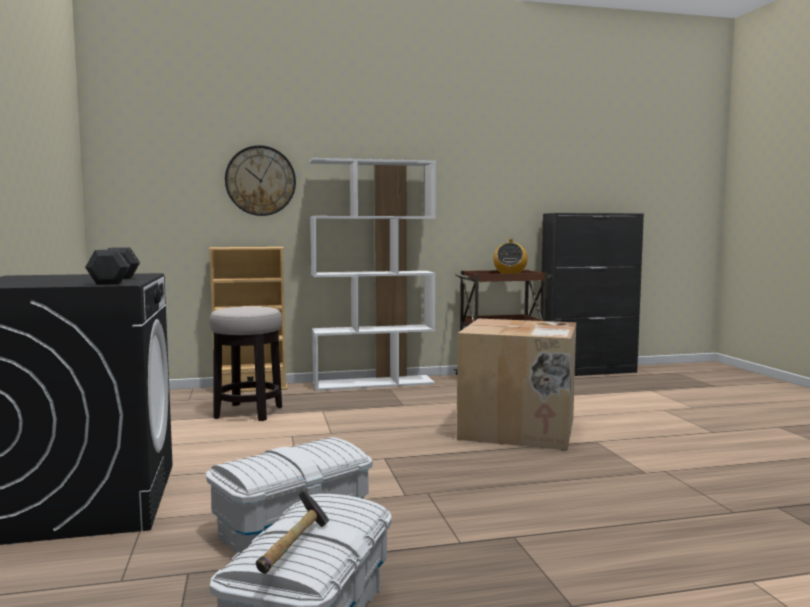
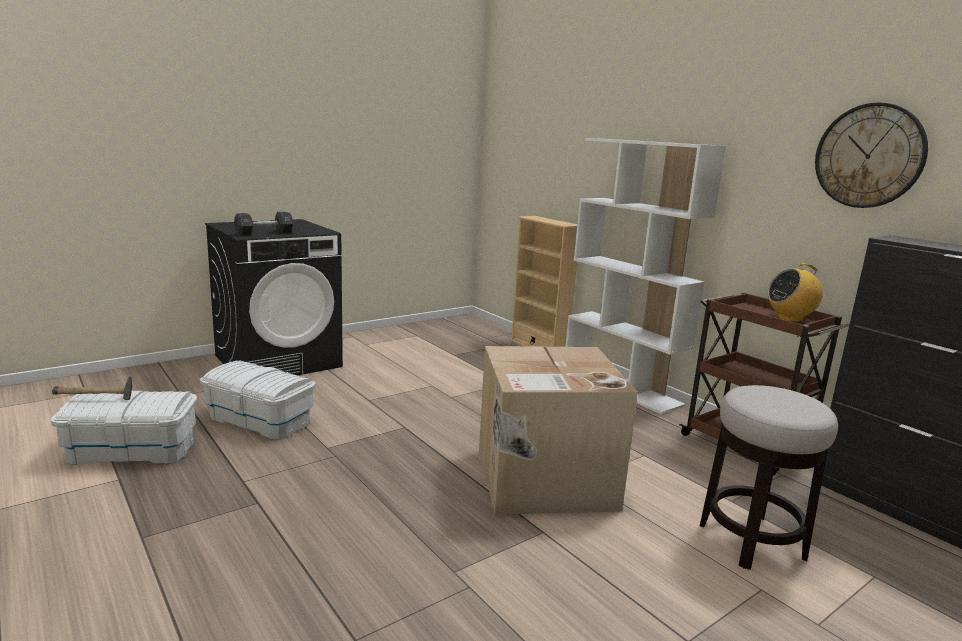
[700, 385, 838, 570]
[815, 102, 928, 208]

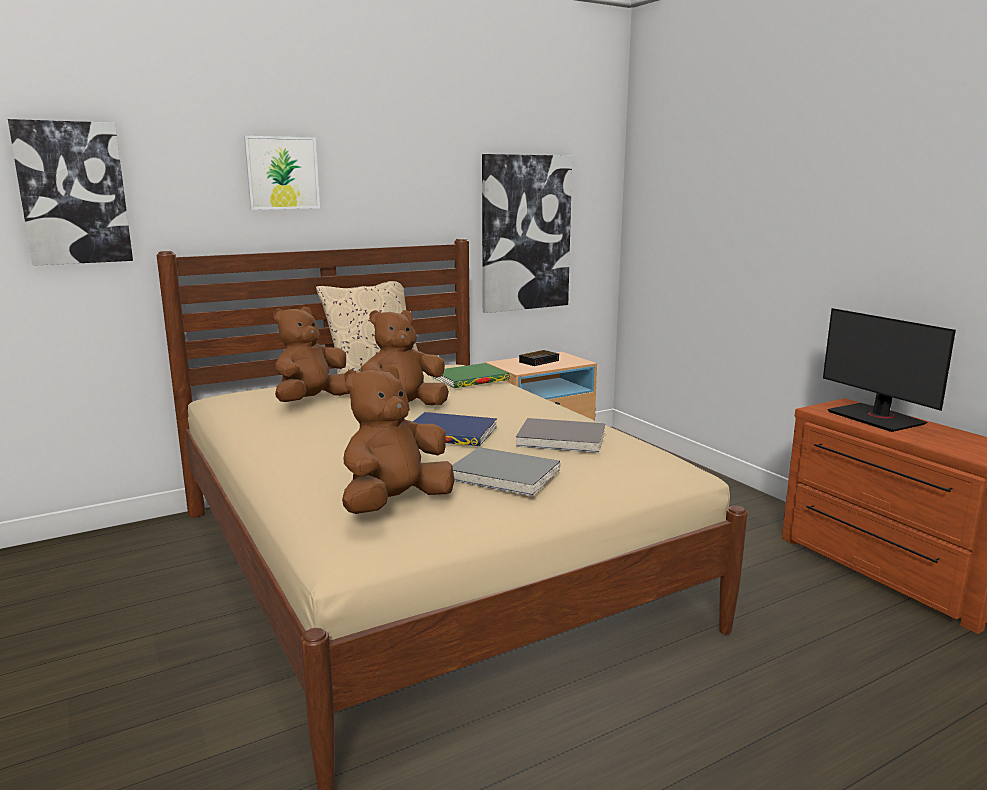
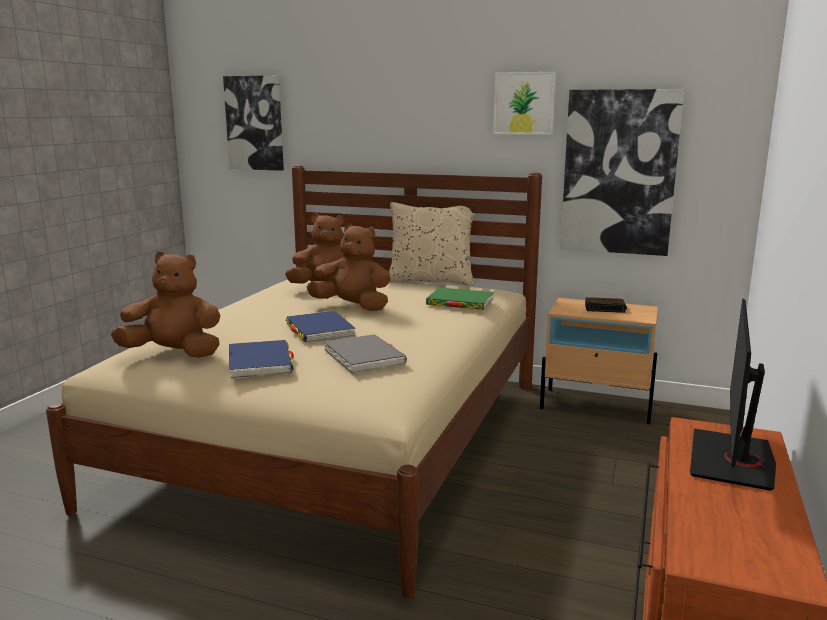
[493, 72, 556, 135]
[229, 340, 294, 379]

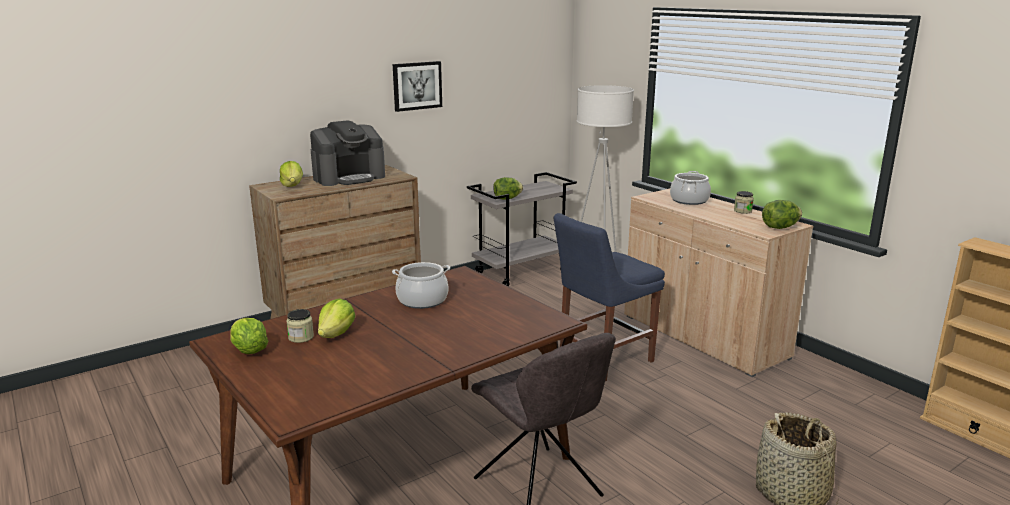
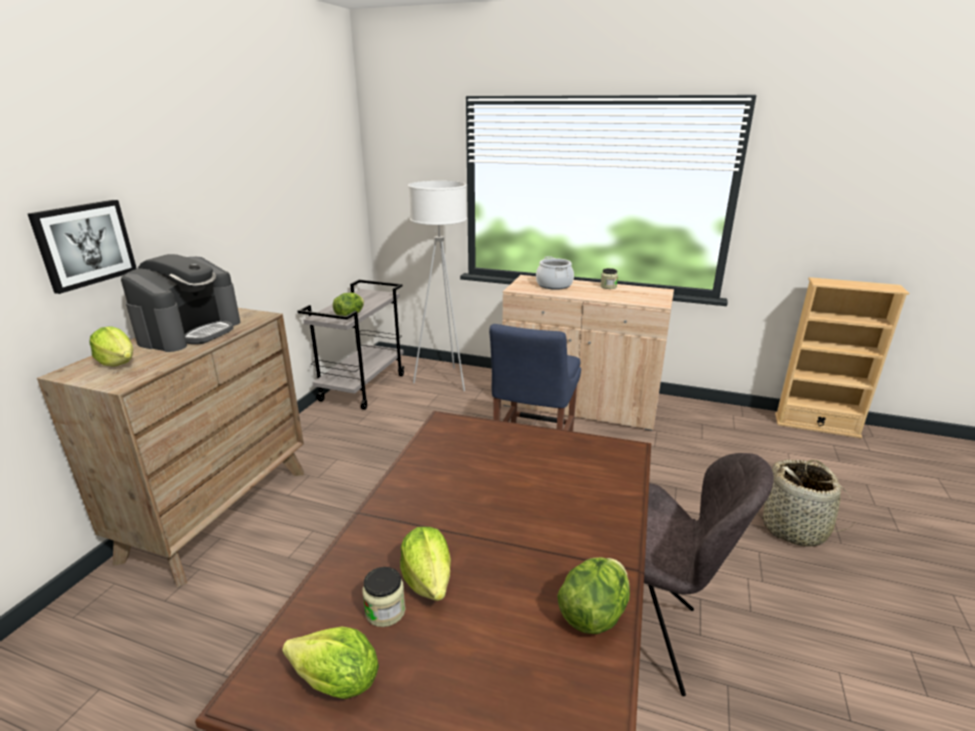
[392, 262, 450, 309] (first image)
[28, 200, 137, 294]
[557, 557, 630, 634]

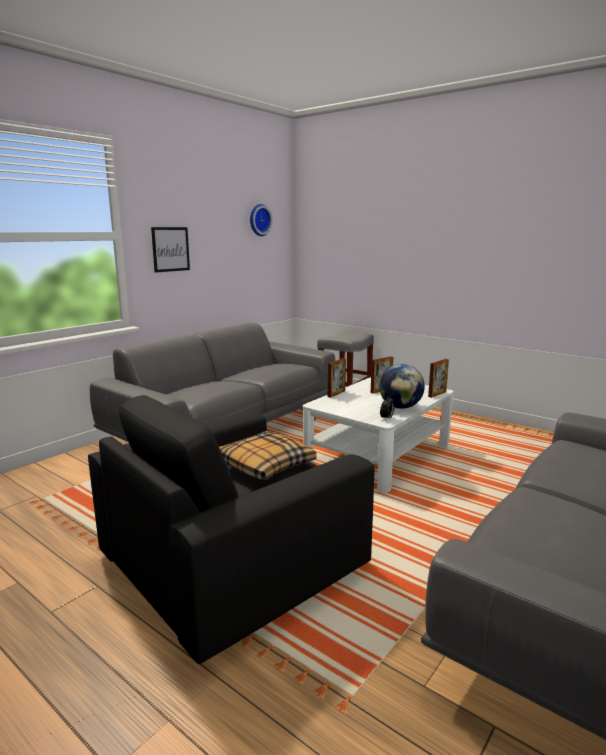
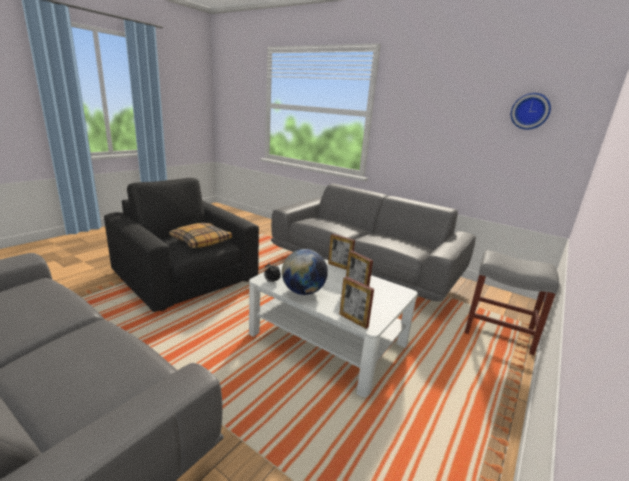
[151, 227, 190, 272] (first image)

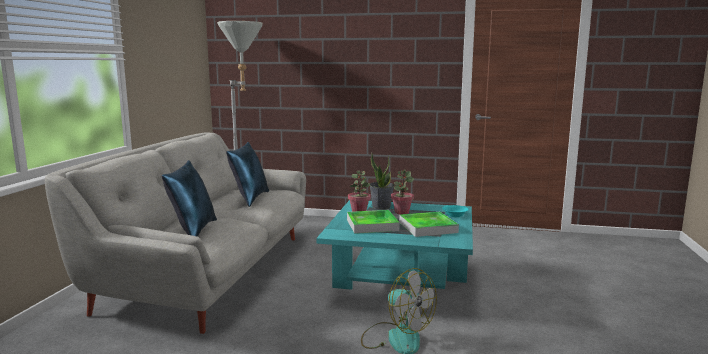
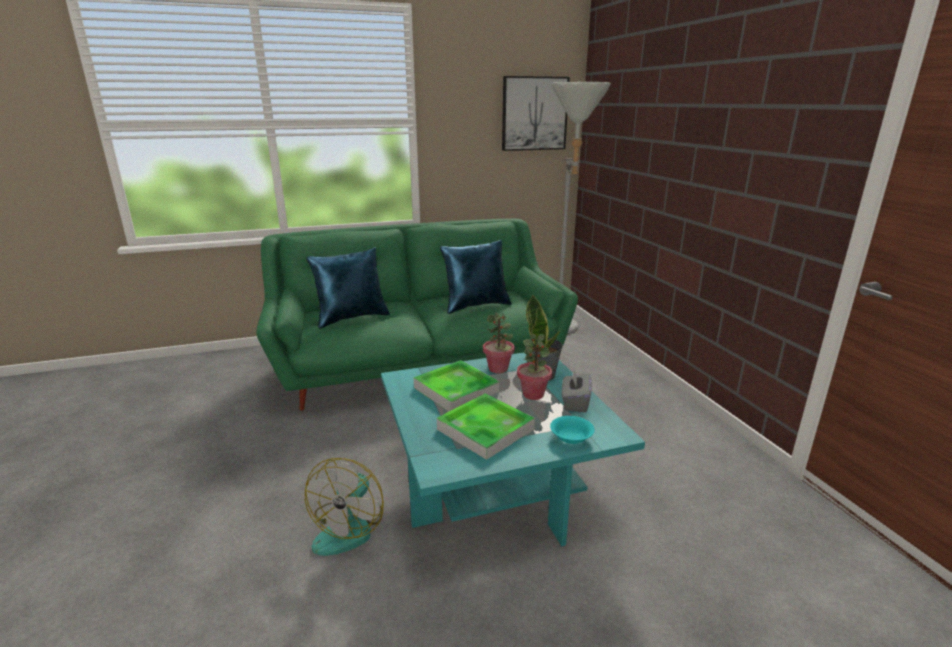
[502, 76, 570, 151]
[562, 369, 592, 412]
[256, 218, 578, 411]

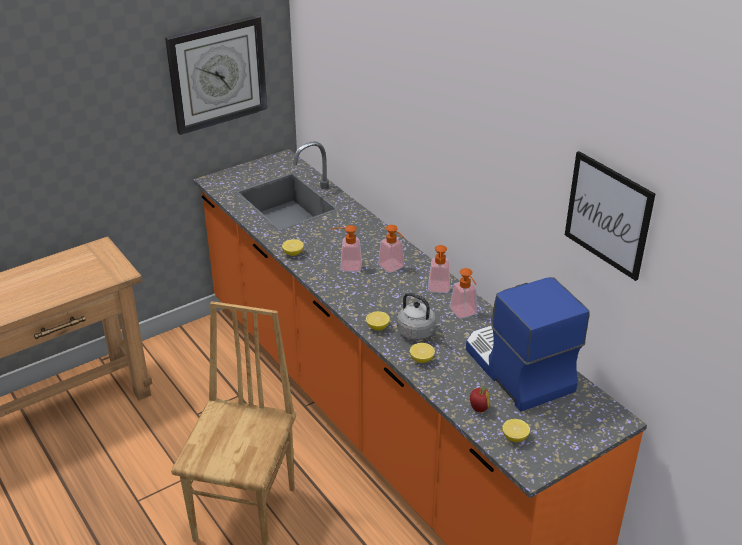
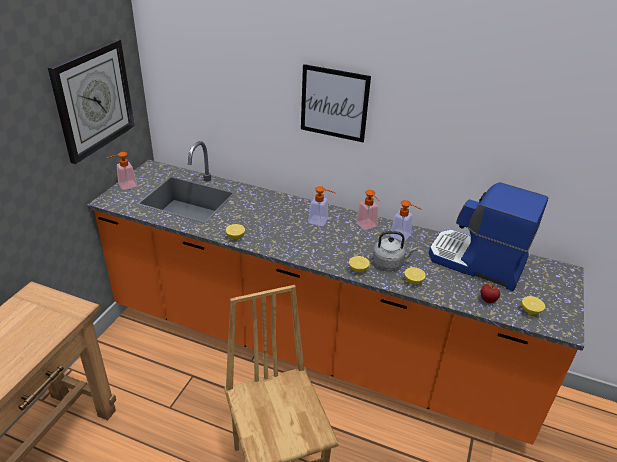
[107, 152, 137, 190]
[301, 64, 371, 142]

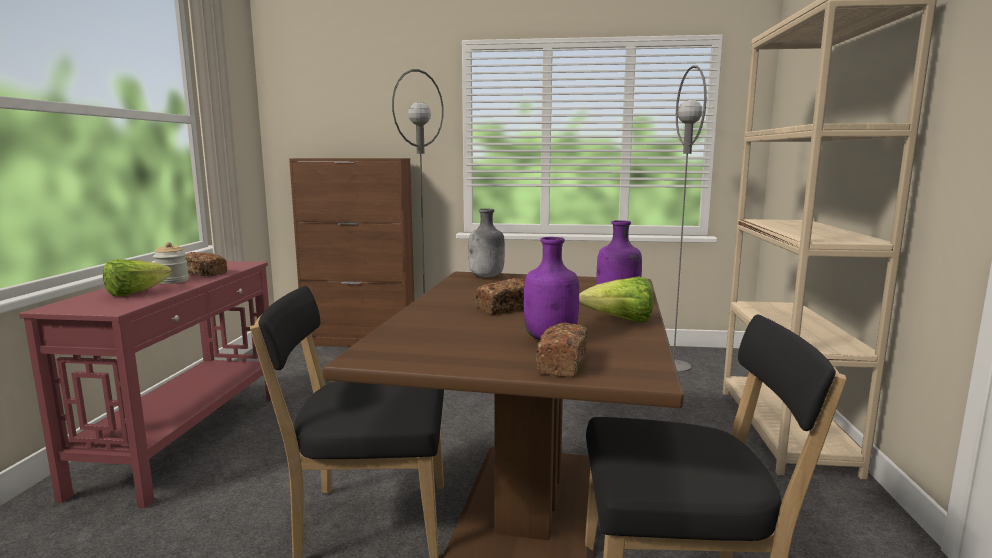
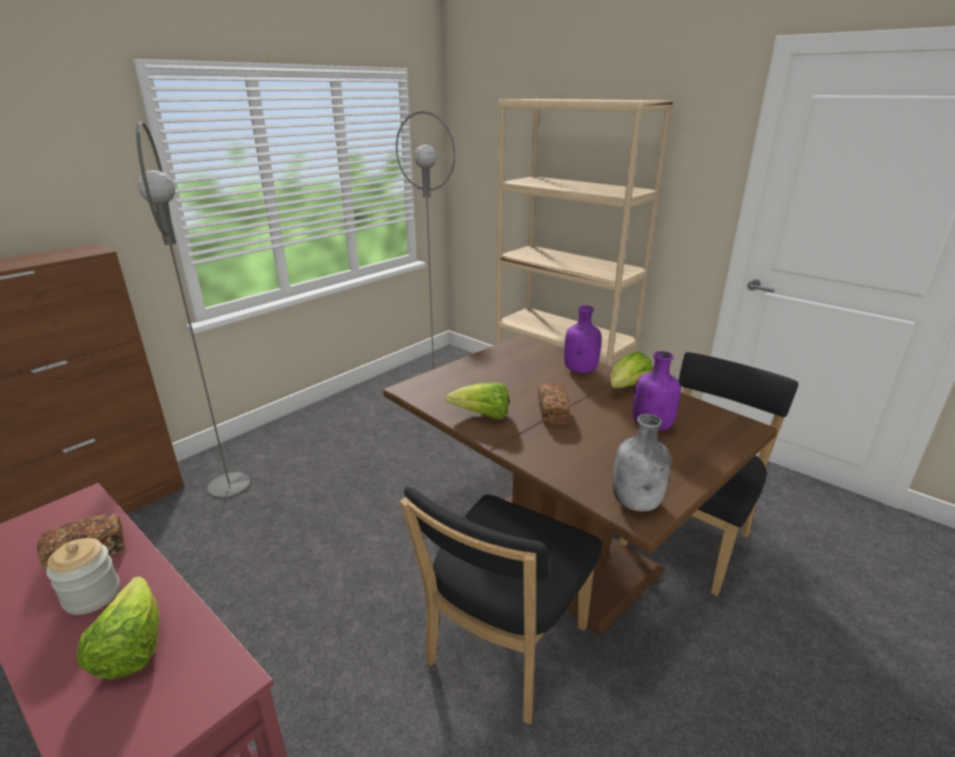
[536, 323, 587, 377] (first image)
[445, 382, 509, 419]
[613, 414, 671, 512]

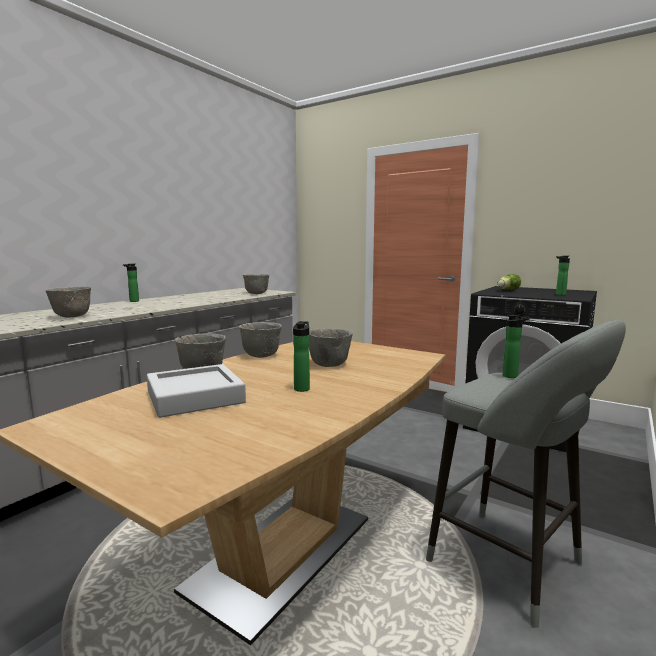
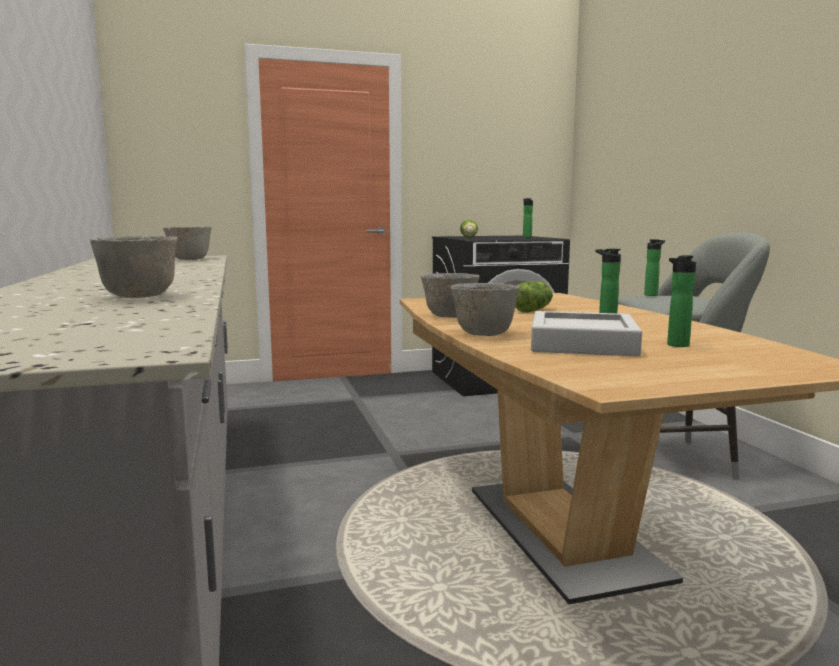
[667, 255, 696, 347]
[515, 281, 553, 313]

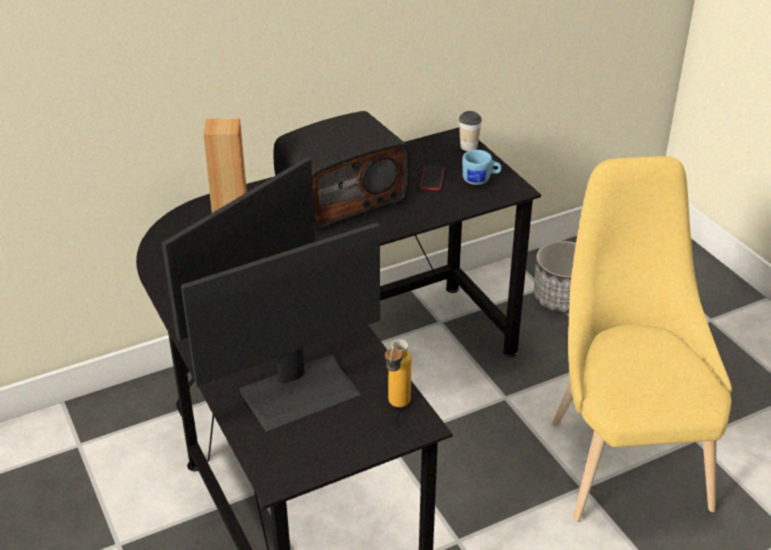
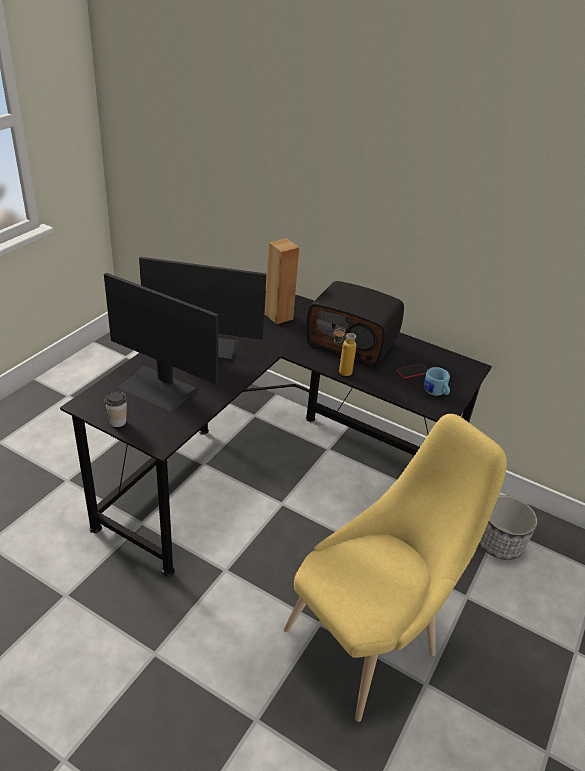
[333, 328, 357, 376]
[105, 391, 127, 427]

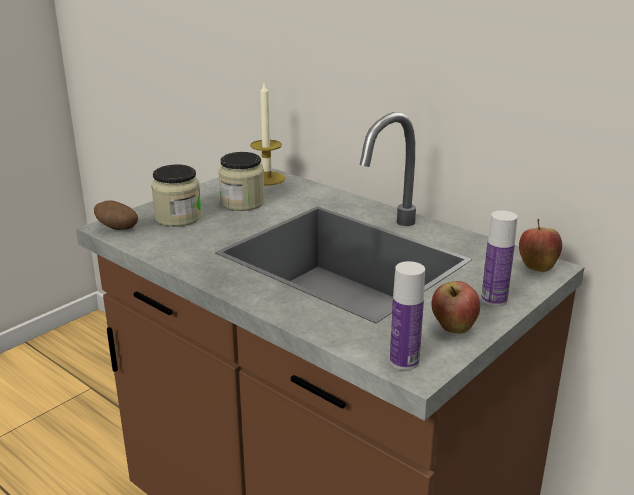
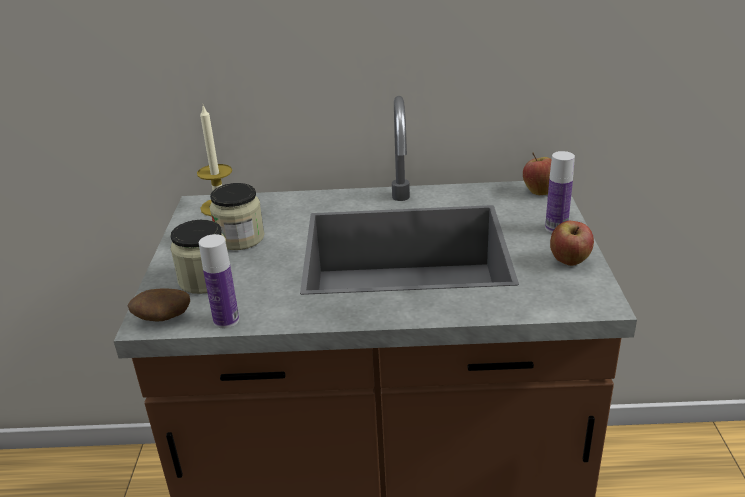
[199, 234, 239, 328]

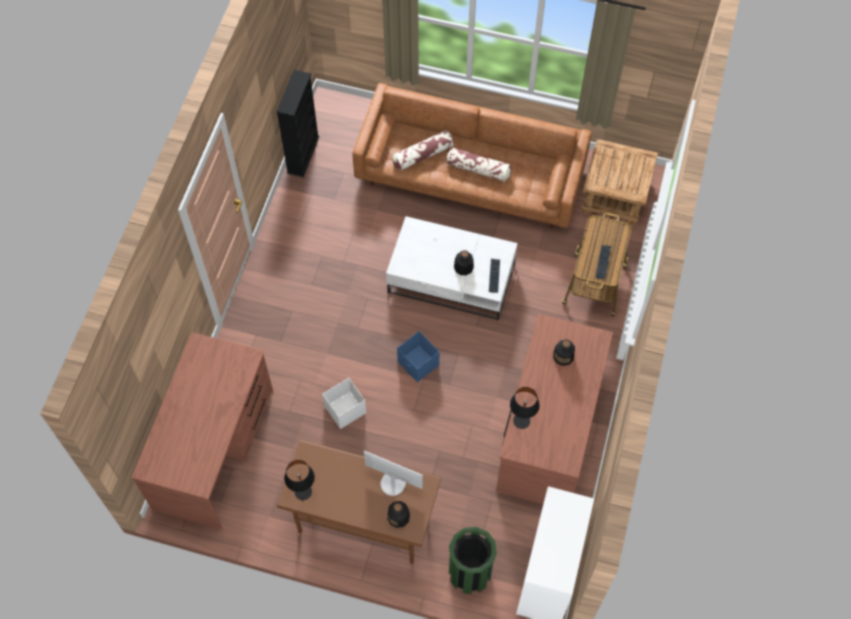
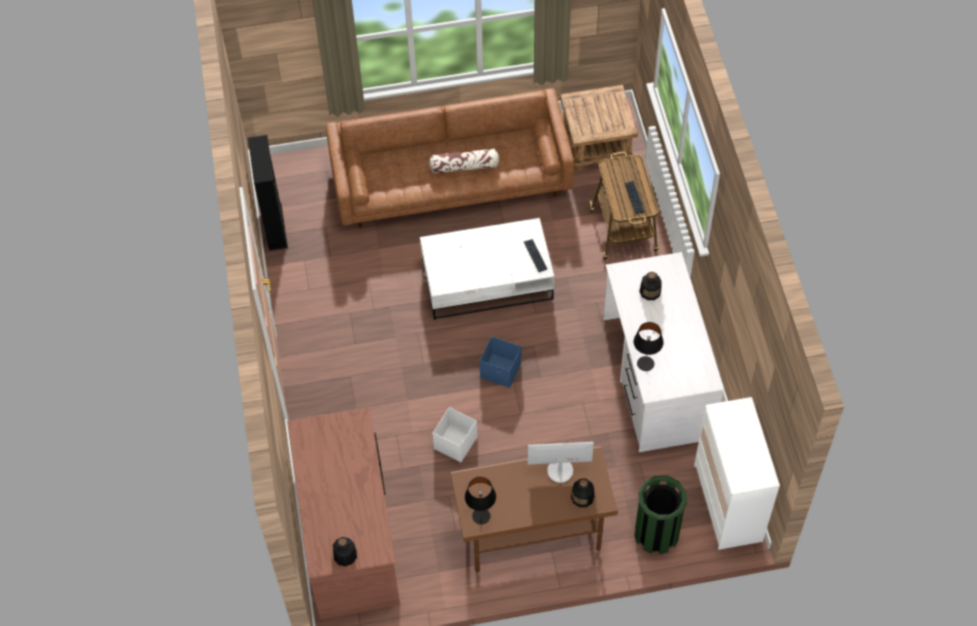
[392, 130, 454, 171] (first image)
[333, 537, 357, 566]
[603, 252, 724, 452]

